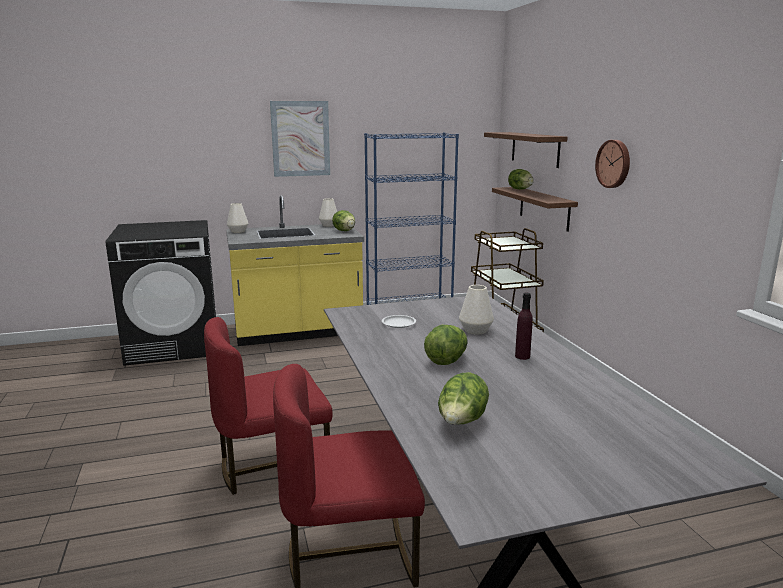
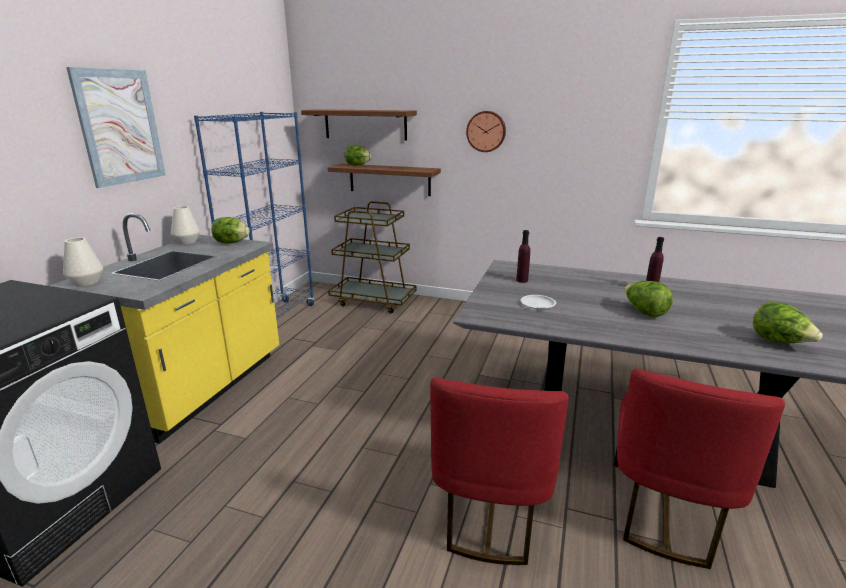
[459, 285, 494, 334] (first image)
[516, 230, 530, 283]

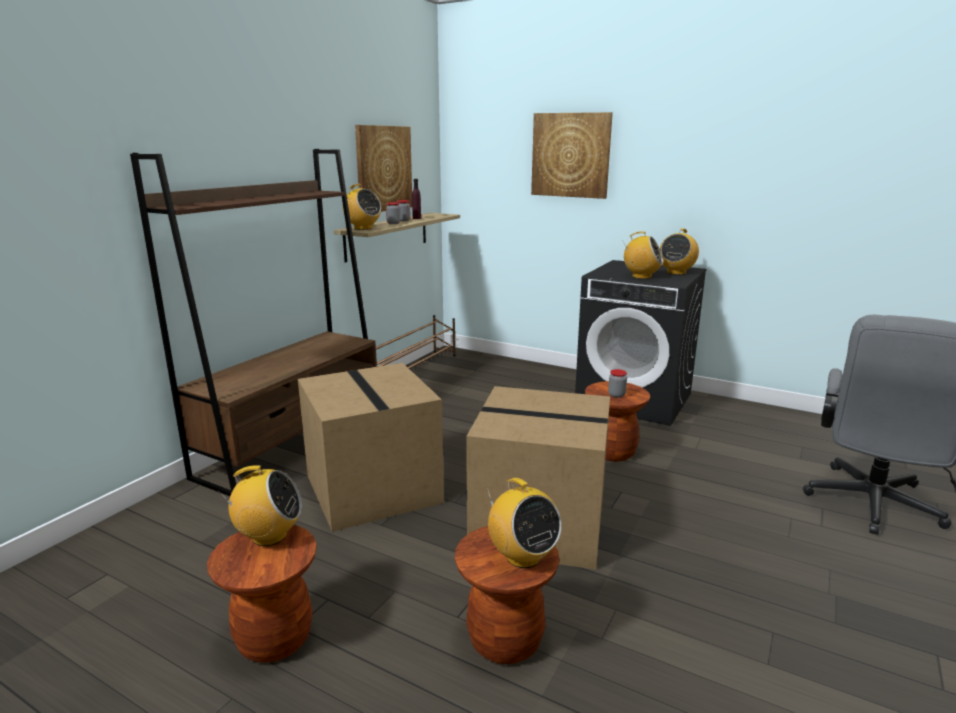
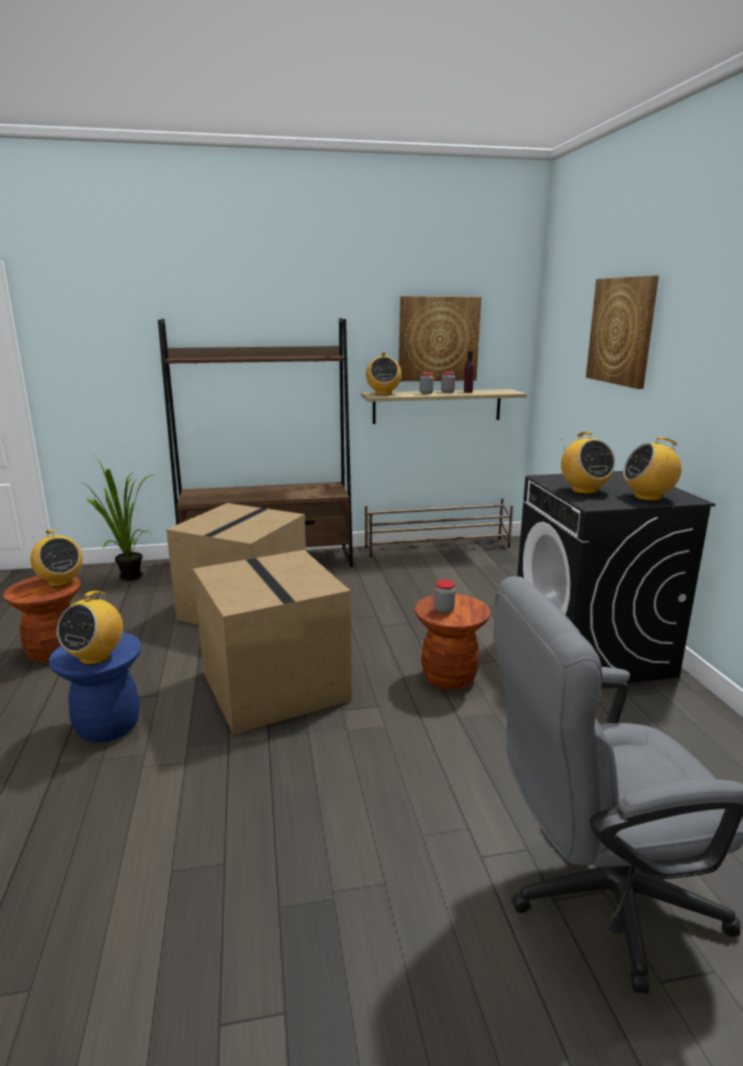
[83, 456, 154, 581]
[49, 632, 142, 743]

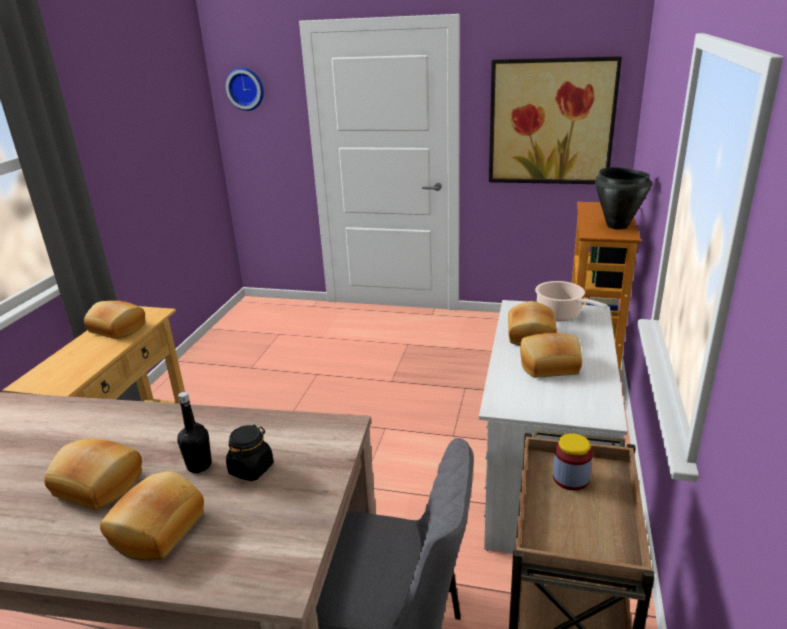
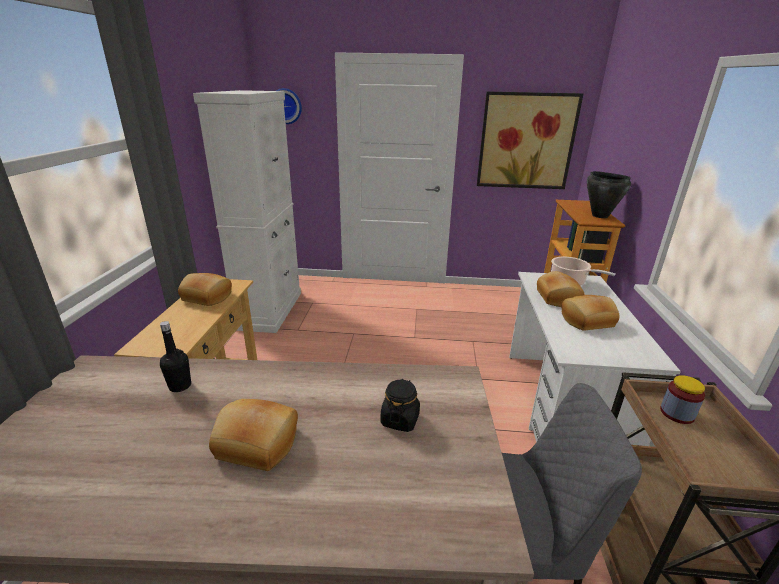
[100, 471, 204, 560] (first image)
[193, 90, 301, 333]
[160, 321, 191, 392]

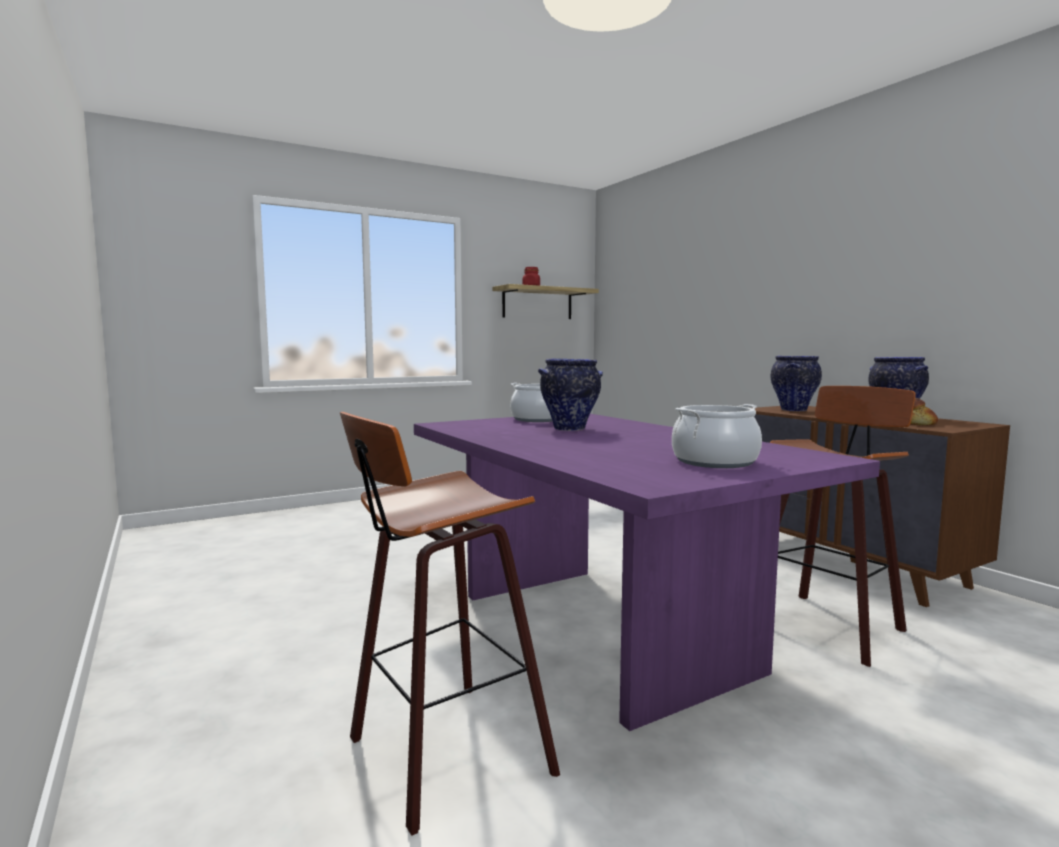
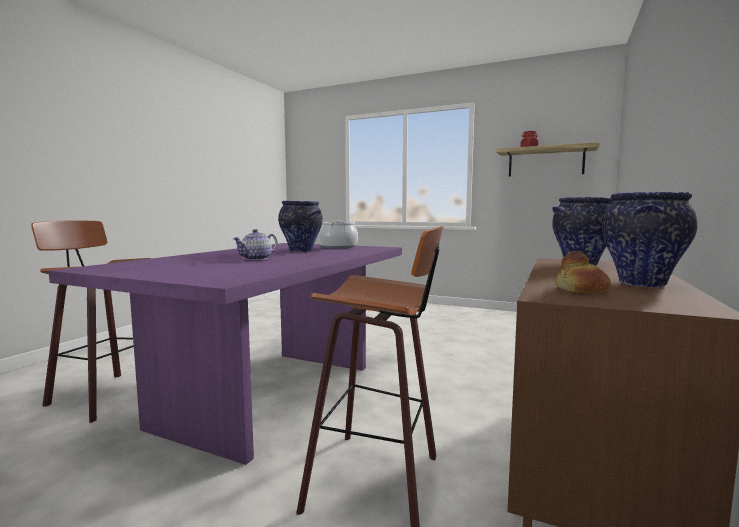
[672, 404, 762, 468] (first image)
[233, 229, 278, 260]

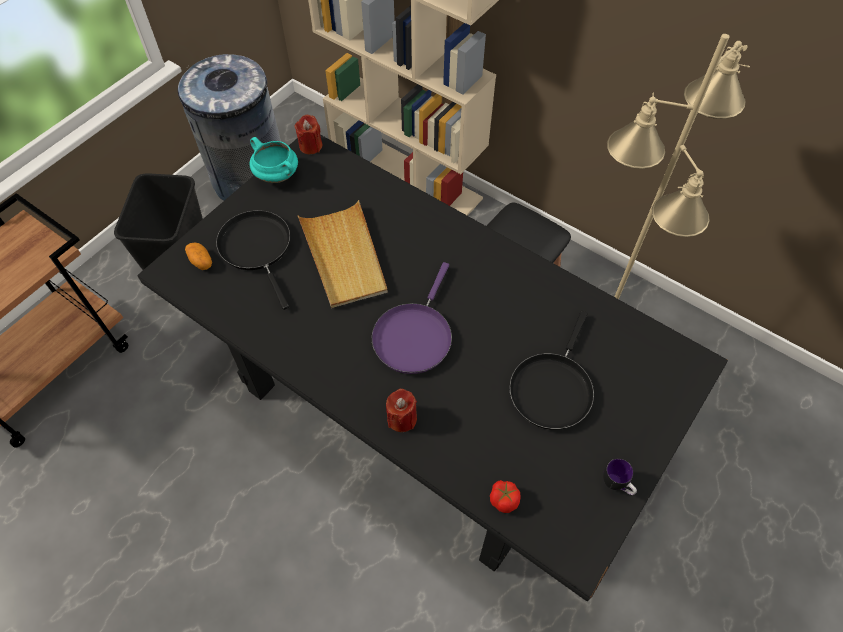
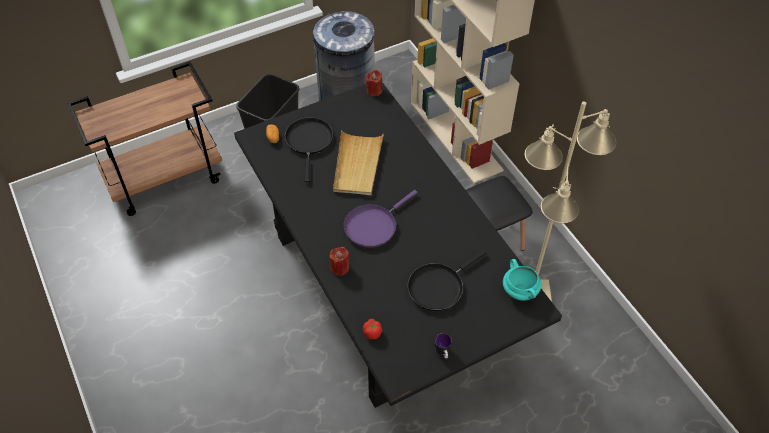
[503, 259, 541, 301]

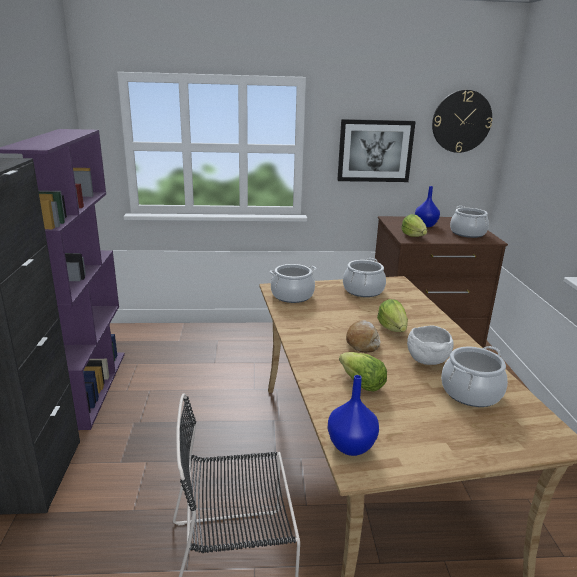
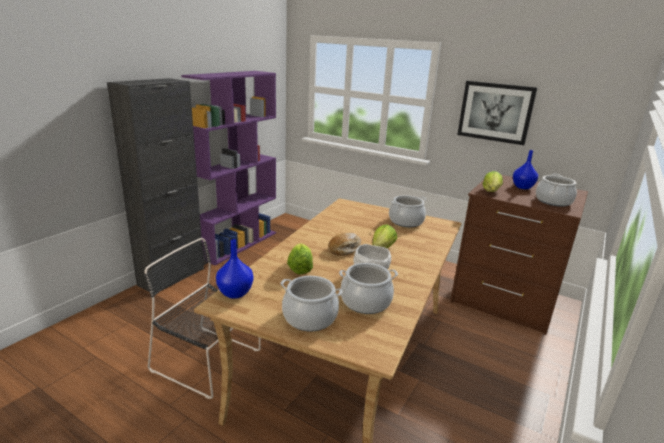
[432, 90, 492, 153] (first image)
[281, 276, 342, 331]

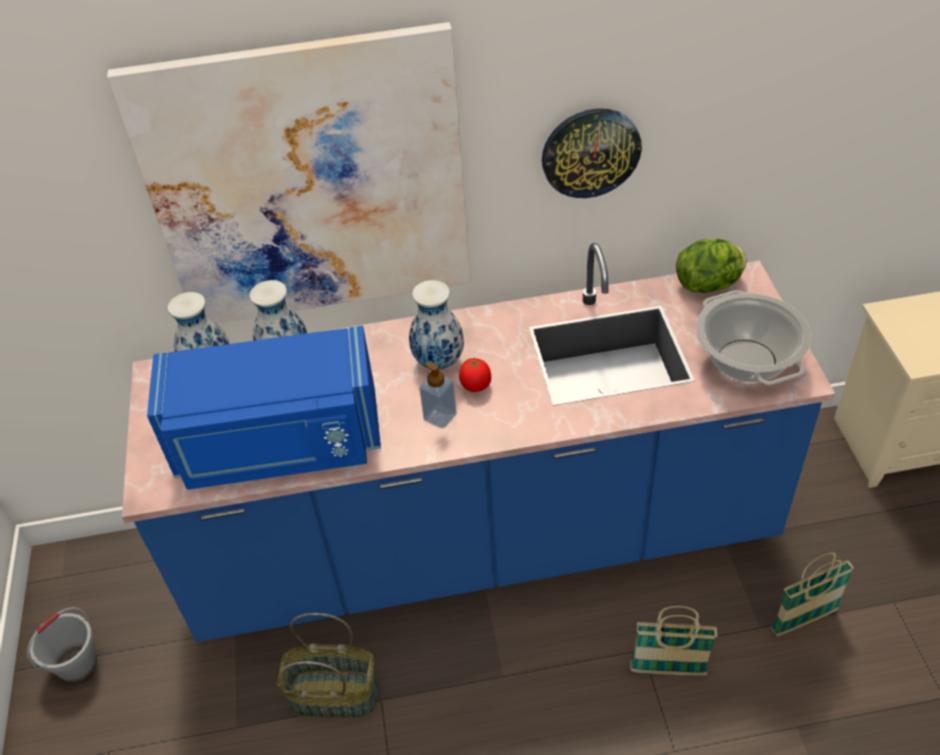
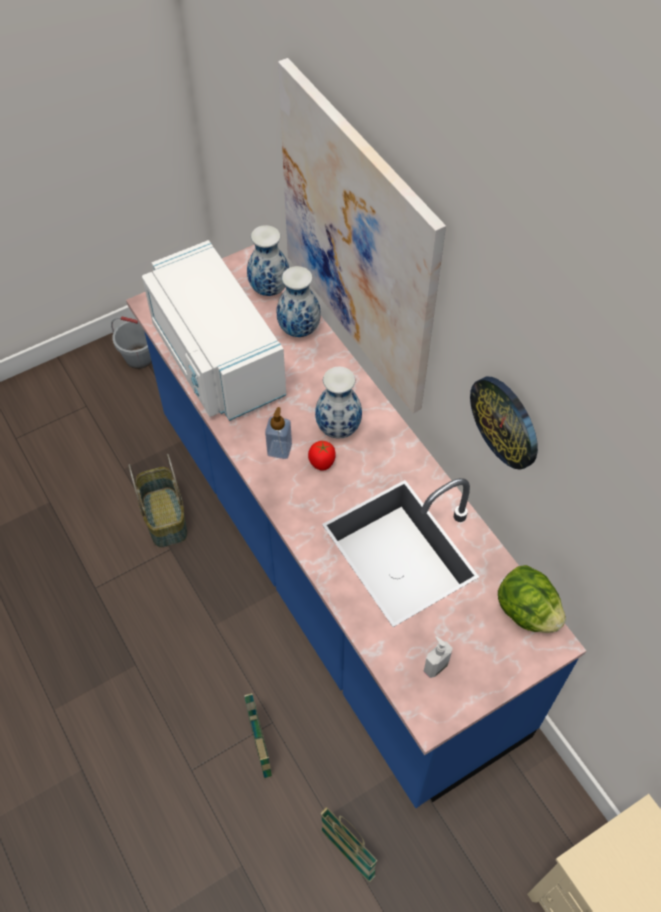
[424, 636, 453, 678]
[142, 240, 286, 421]

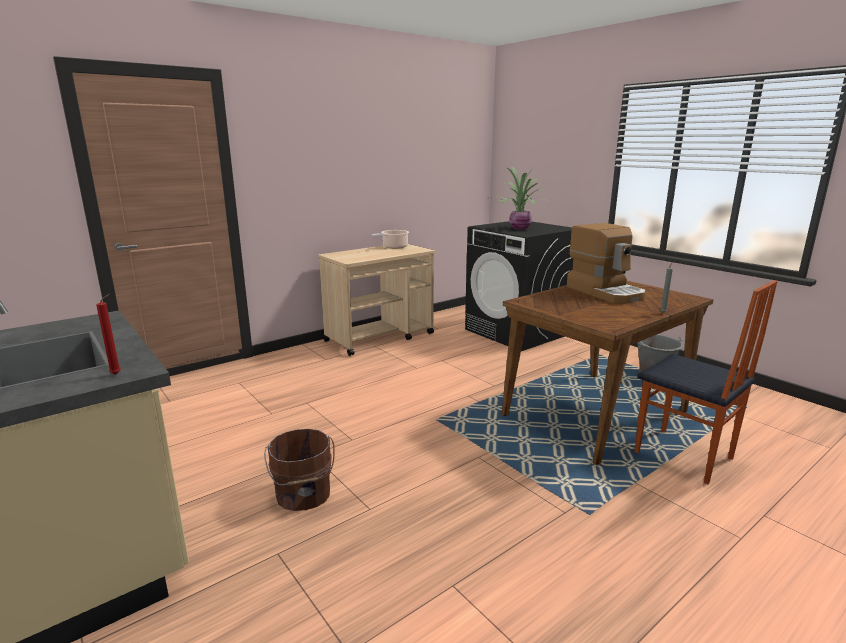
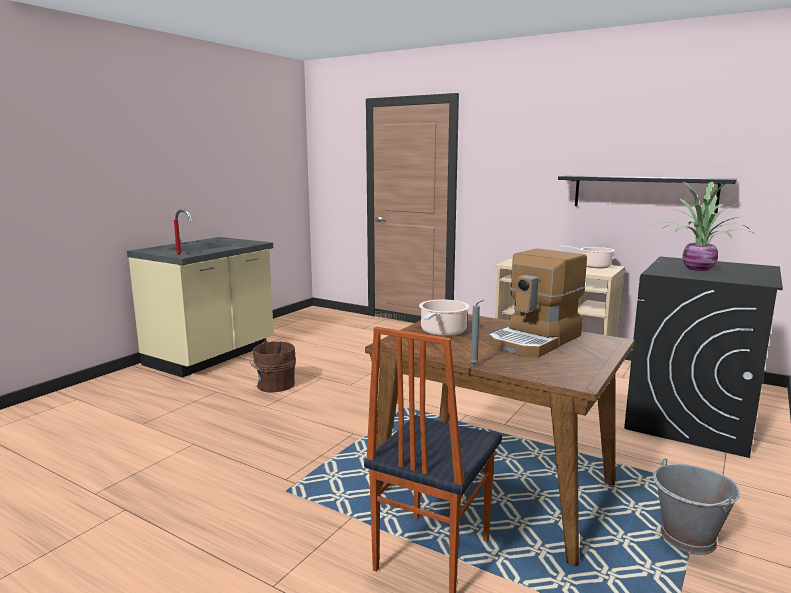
[419, 299, 469, 336]
[558, 176, 737, 213]

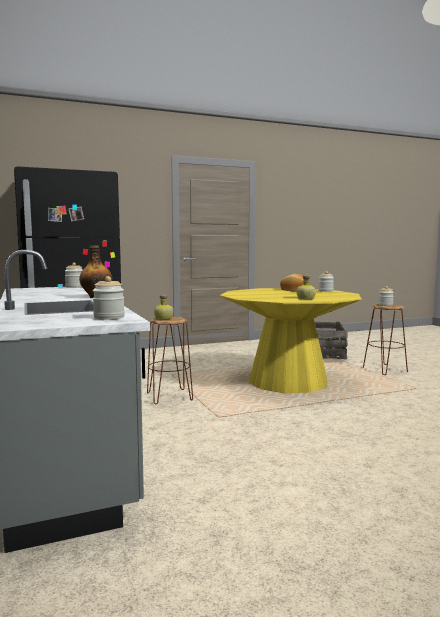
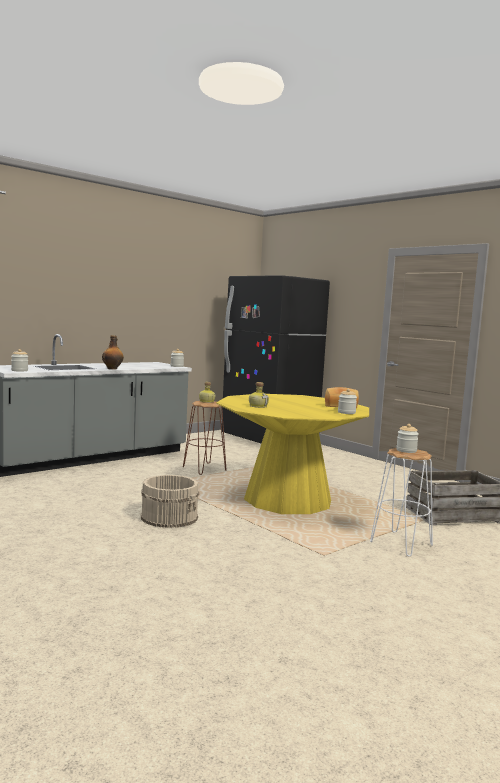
[141, 475, 199, 528]
[370, 448, 433, 556]

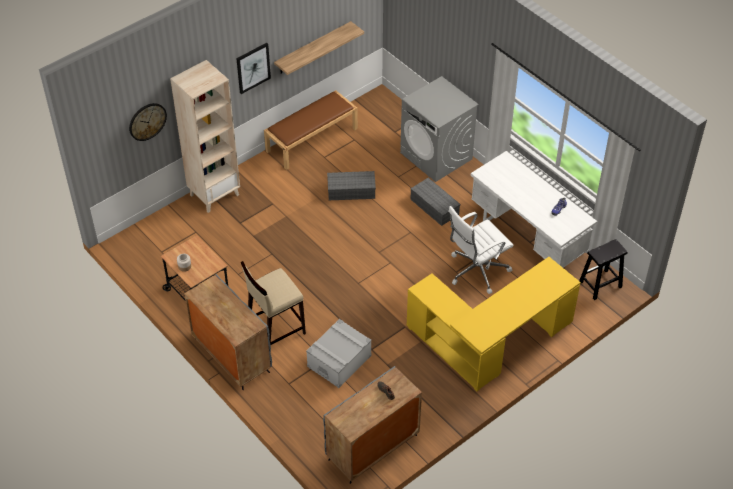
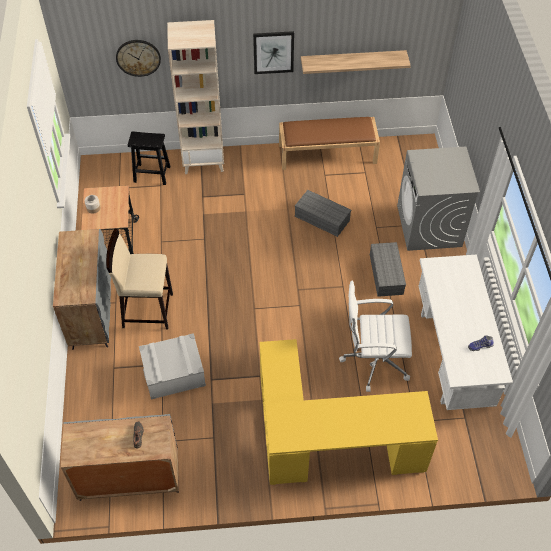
[128, 131, 170, 185]

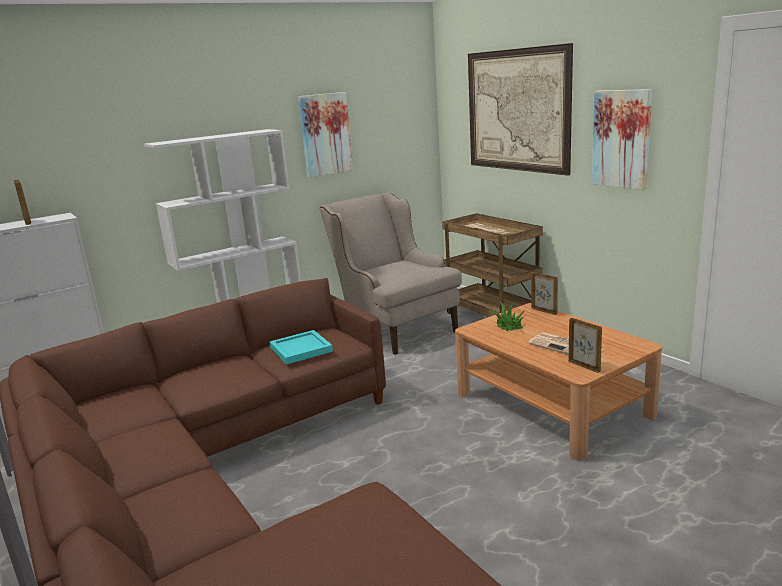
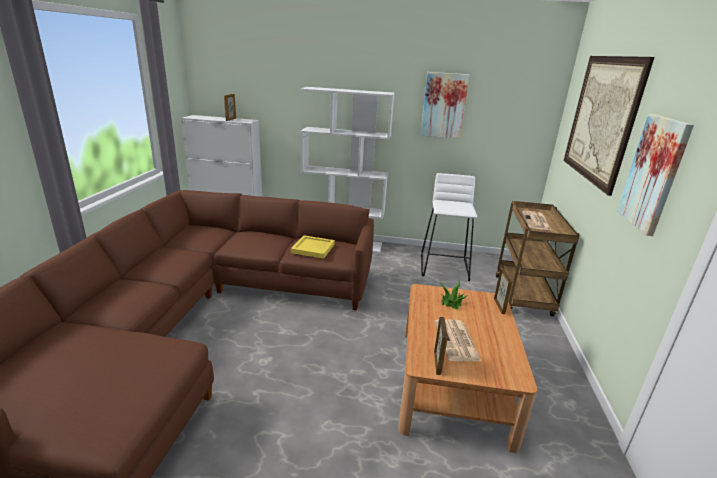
[421, 173, 477, 281]
[291, 235, 335, 258]

